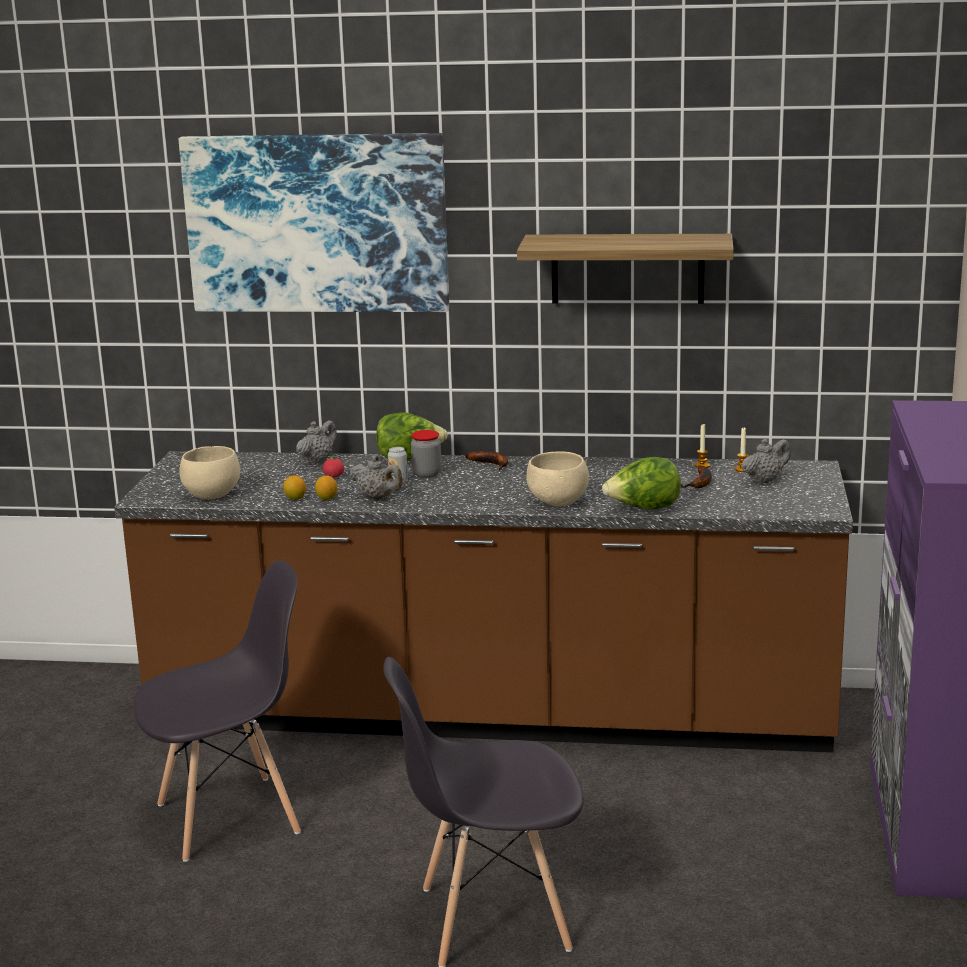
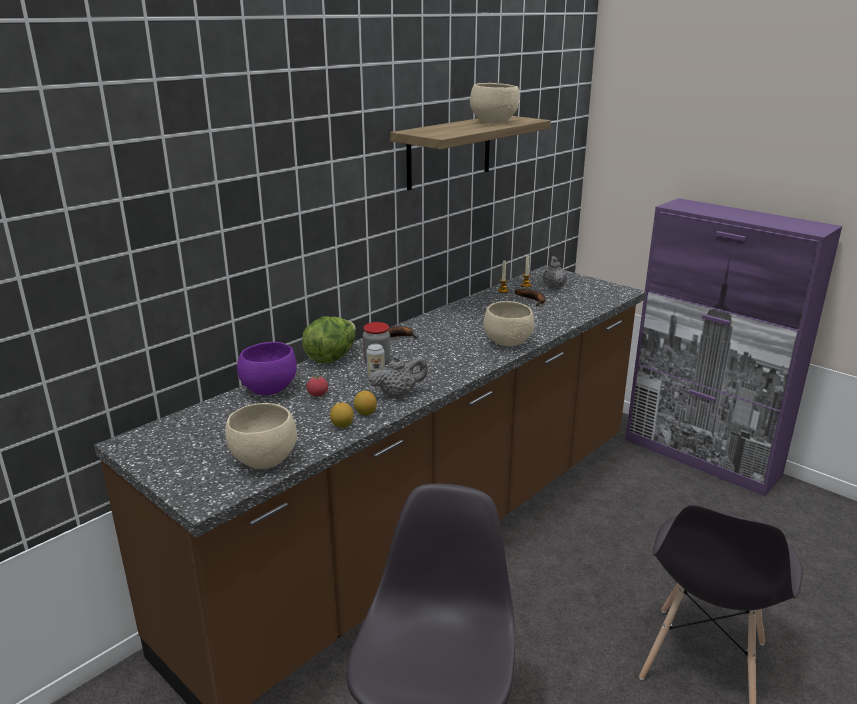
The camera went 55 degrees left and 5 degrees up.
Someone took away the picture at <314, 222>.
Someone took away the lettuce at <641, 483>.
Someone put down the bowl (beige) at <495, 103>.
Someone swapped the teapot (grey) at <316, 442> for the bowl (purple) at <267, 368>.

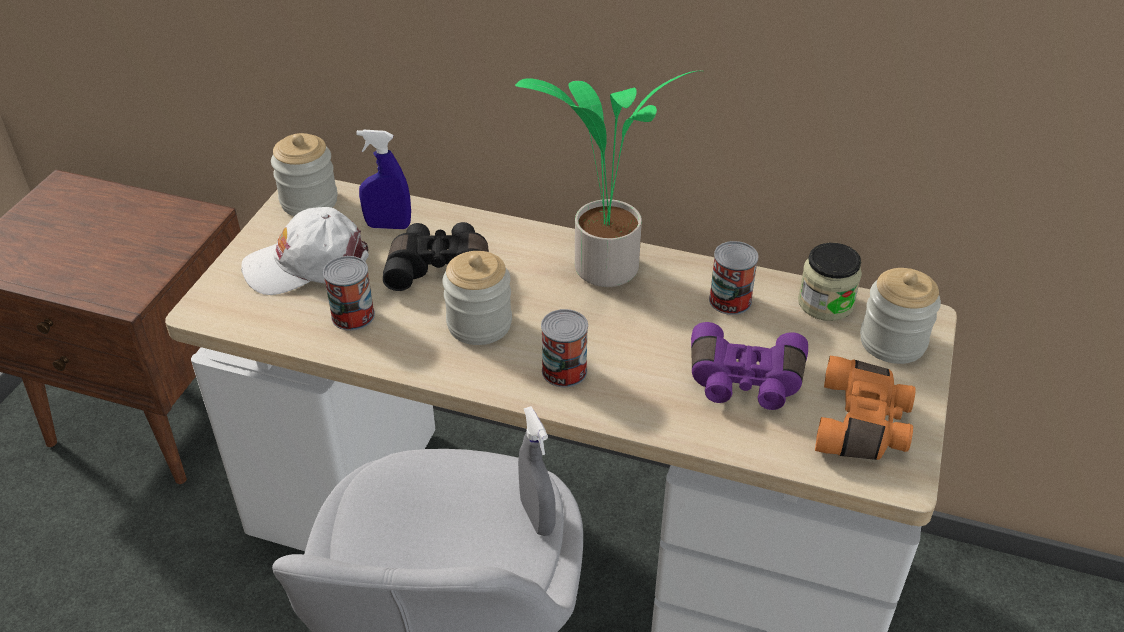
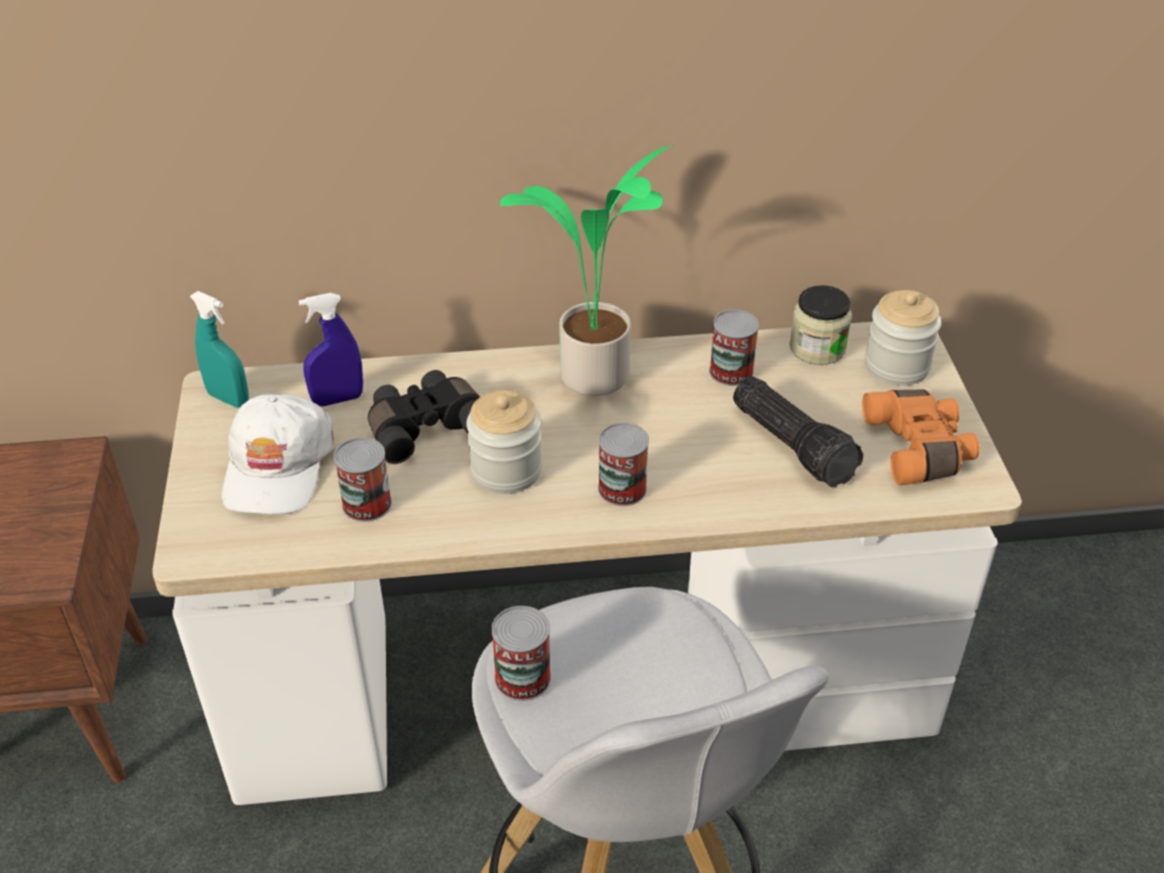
The camera went 25 degrees left and 0 degrees up.
Someone took away the spray bottle (grey) at <537, 471>.
Someone put down the can at <521, 653>.
Someone swapped the jar at <304, 174> for the spray bottle (turquoise) at <219, 349>.
Someone swapped the binoculars (purple) at <749, 366> for the flashlight at <798, 432>.
Someone rotated the cap (white) at <305, 251> by 45 degrees counterclockwise.

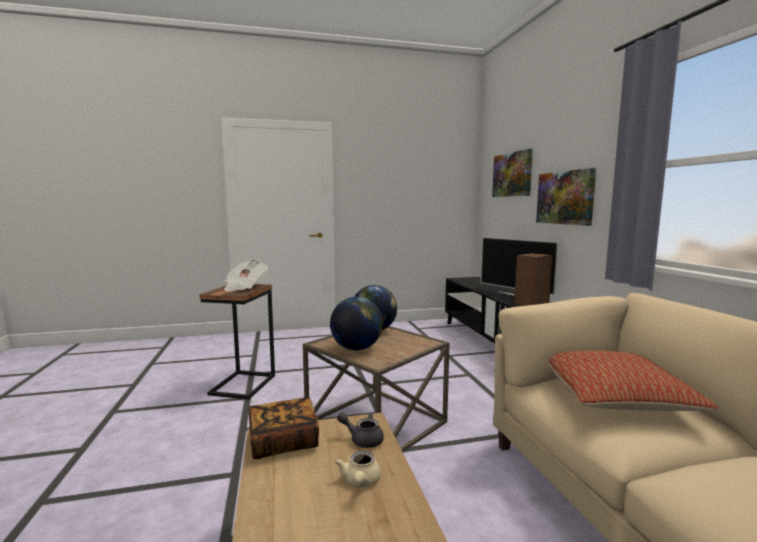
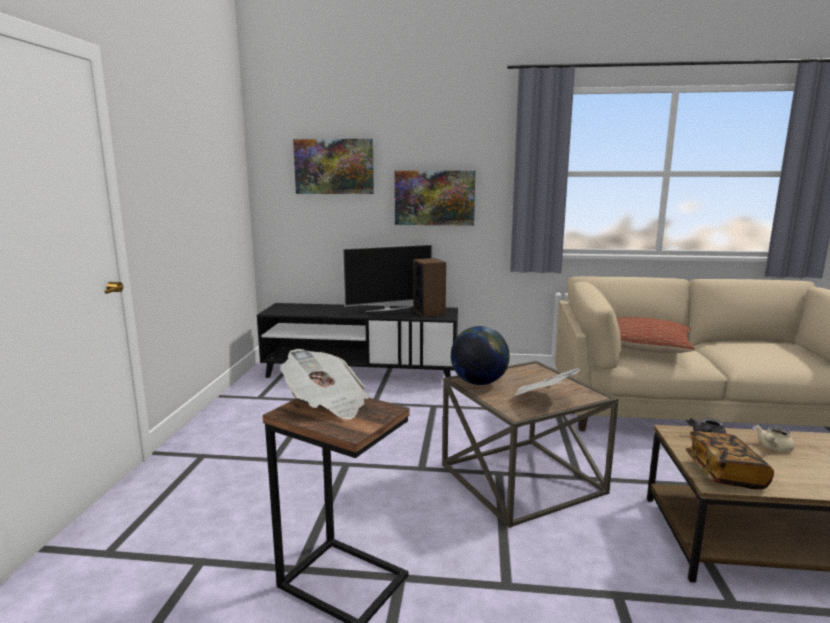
The camera went 70 degrees left and 5 degrees up.
Someone swapped the globe at <356, 323> for the newspaper at <546, 382>.
Someone rotated the teapot (beige) at <358, 468> by 120 degrees clockwise.

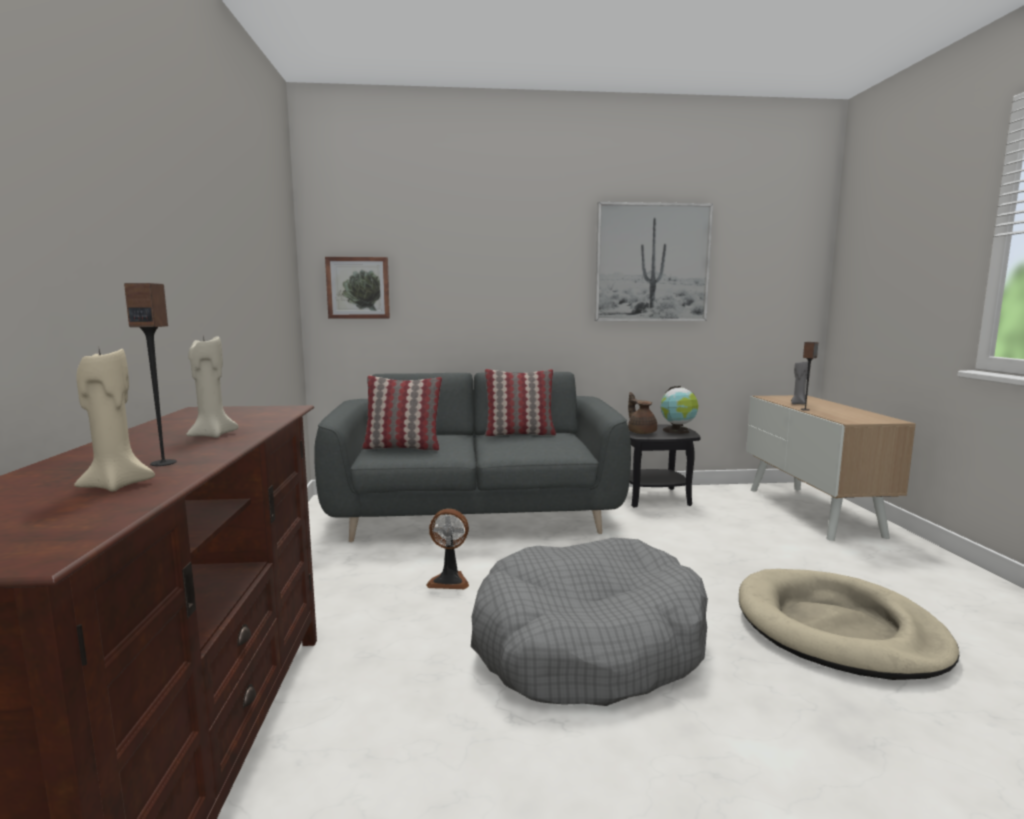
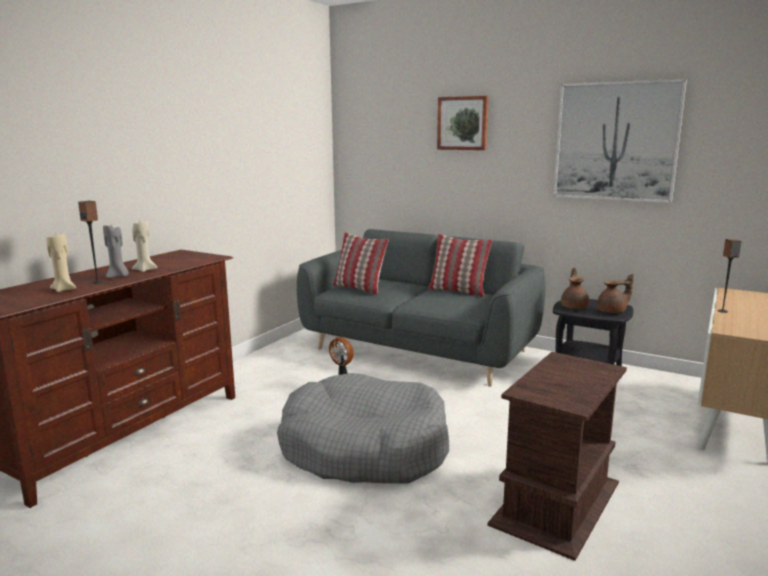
The camera went 35 degrees right and 5 degrees up.
Someone carried the picture from <357, 287> to <463, 123>.
Someone carried the candle (grey) from <799, 383> to <116, 250>.
Someone swapped the globe at <679, 410> for the teapot (brown) at <615, 293>.
Someone swapped the dog bed (beige) at <849, 624> for the side table (brown) at <557, 456>.

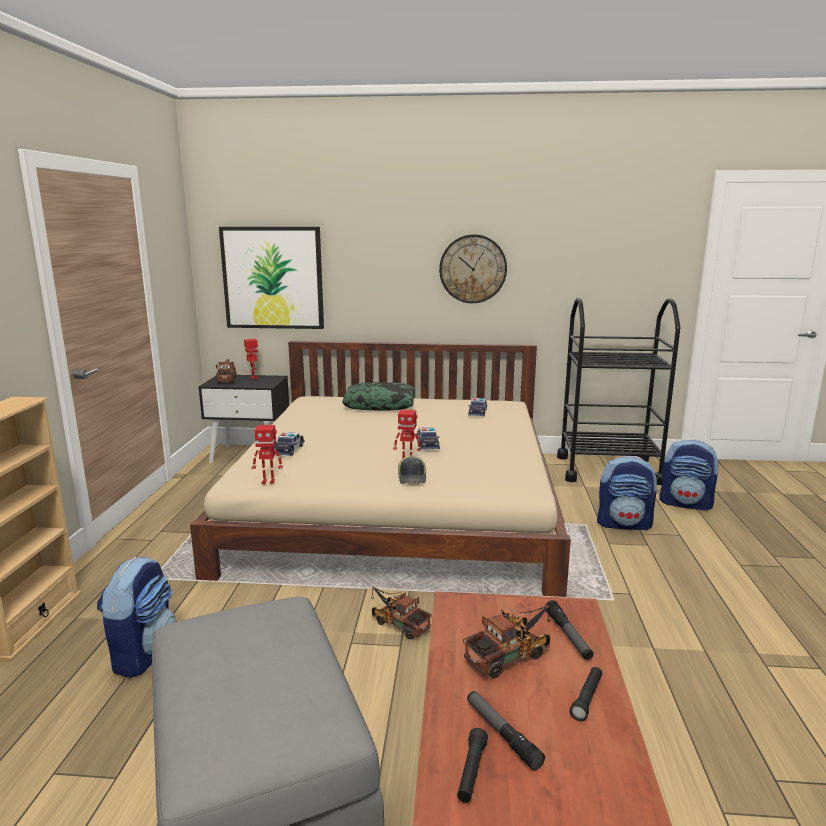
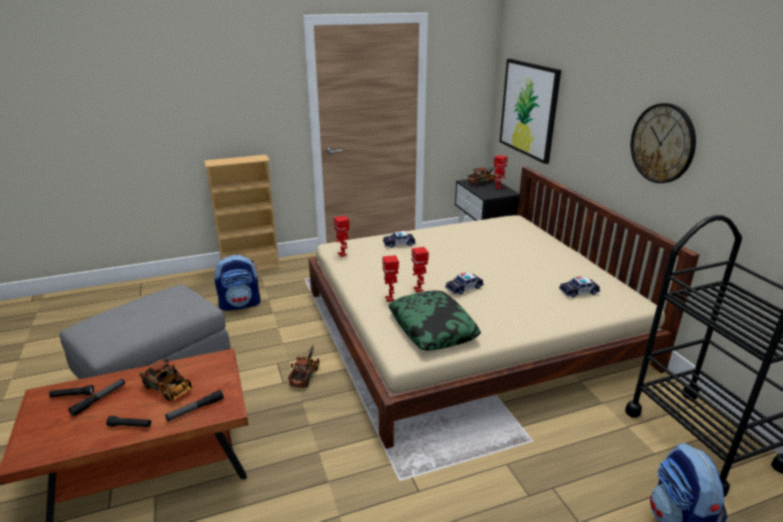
The camera went 65 degrees right and 10 degrees up.
Someone took away the backpack at <627, 493>.
Someone carried the pillow from <378, 396> to <434, 320>.
Someone swapped the cap at <412, 469> for the toy robot at <391, 278>.

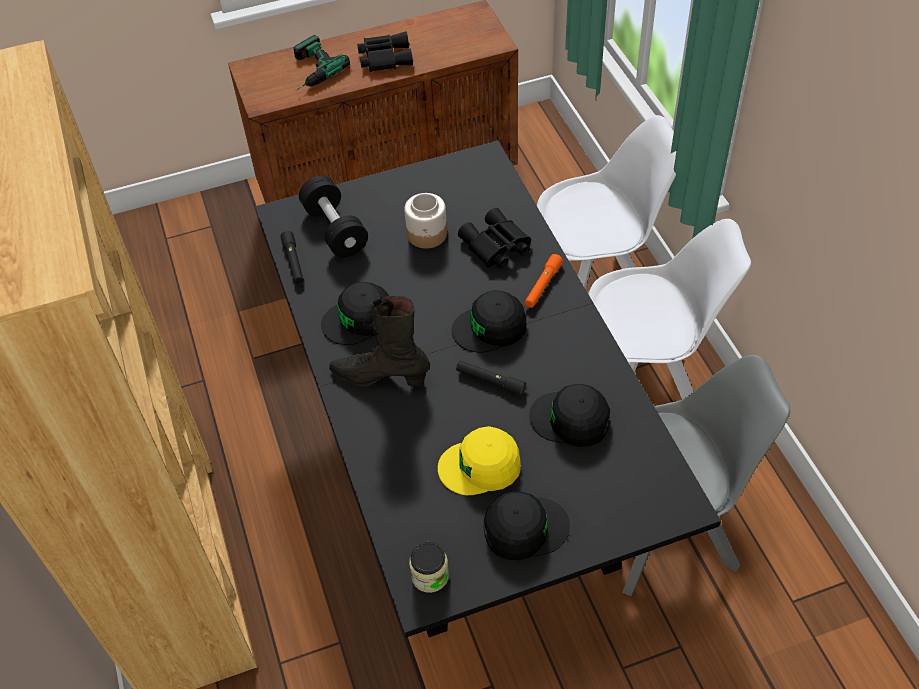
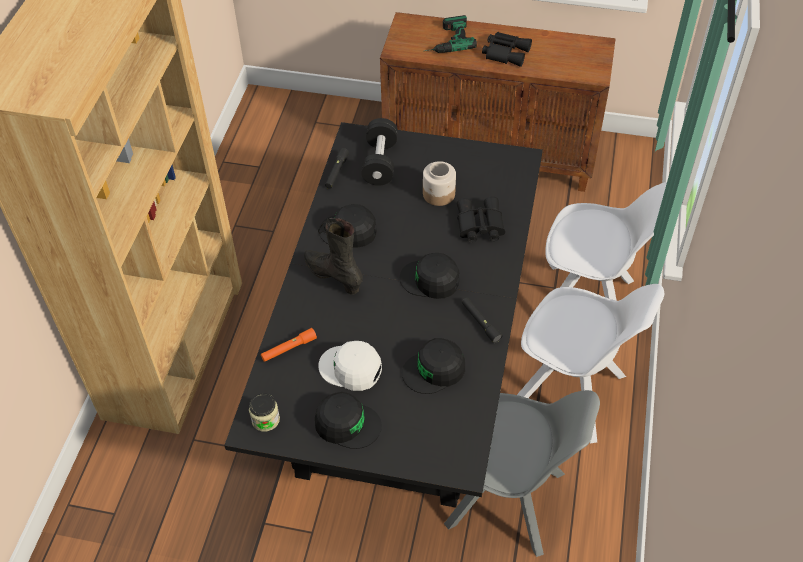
The camera went 30 degrees right and 0 degrees up.
Someone carried the flashlight (black) from <491, 378> to <482, 320>.
Someone carried the flashlight (orange) from <544, 281> to <289, 345>.
Someone repainted the cap (yellow) at <479, 460>, which became the cap (white) at <350, 366>.
Someone rotated the cap (black) at <569, 415> by 75 degrees counterclockwise.

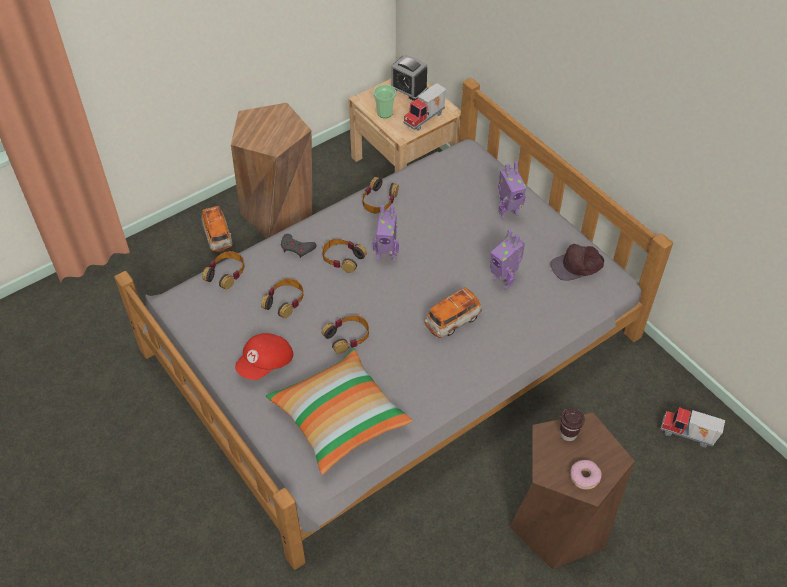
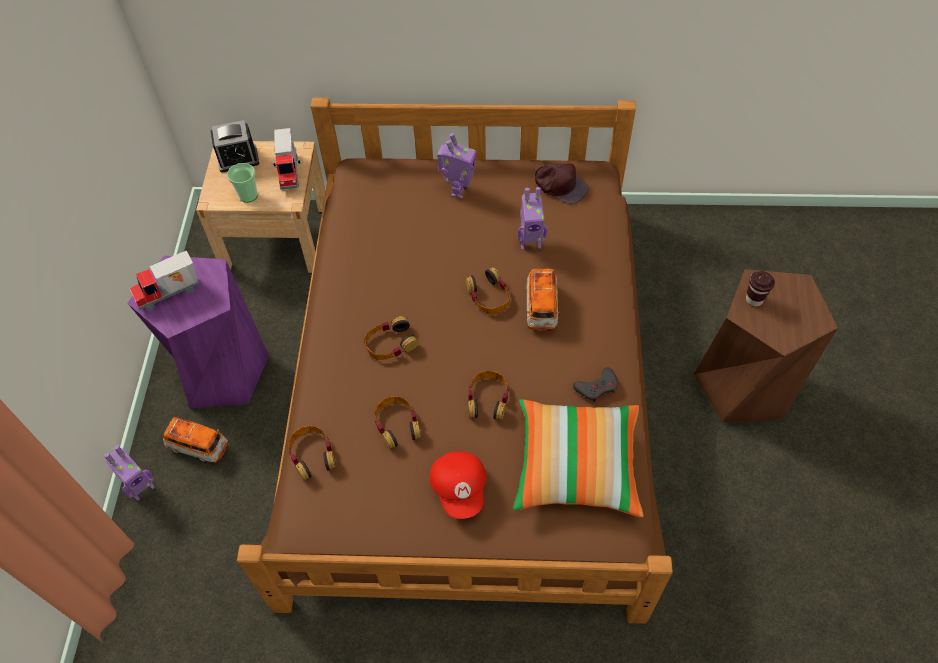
The camera went 50 degrees left and 5 degrees up.
Someone took away the donut at <586, 475>.
Someone carried the game controller (grey) from <298, 246> to <595, 384>.
Someone carried the headphones from <380, 195> to <487, 291>.
Someone carried the toy robot from <386, 233> to <129, 473>.
Someone carried the toy truck from <692, 427> to <164, 280>.
Someone repainted the bed (grey) at <393, 324>, which became the bed (brown) at <455, 361>.
Someone repainted the stool (brown) at <271, 170>, which became the stool (purple) at <198, 332>.
Someone rotated the cap (brown) at <577, 262> by 75 degrees counterclockwise.

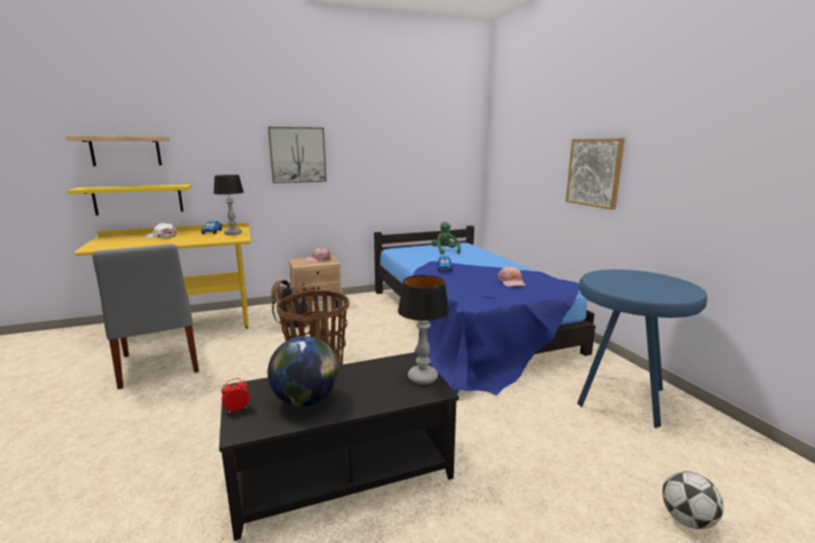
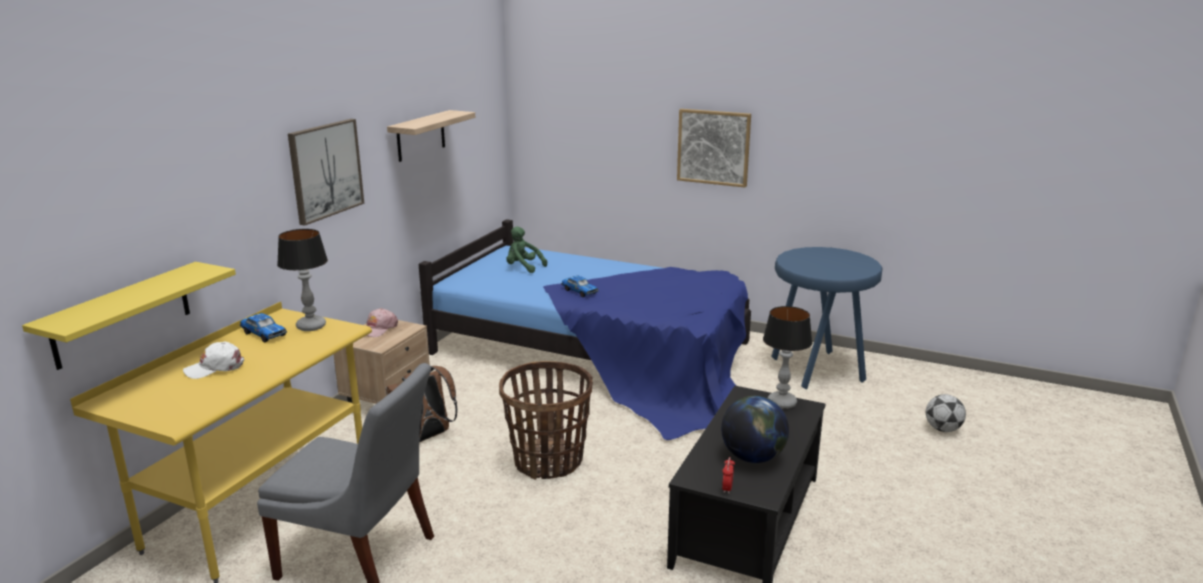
The camera went 45 degrees left and 5 degrees up.
Someone took away the cap (pink) at <512, 276>.
Someone carried the shelf from <118, 151> to <431, 136>.

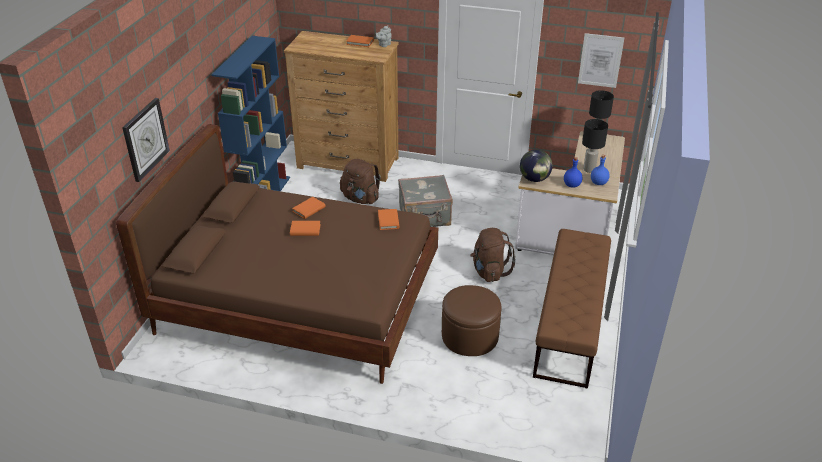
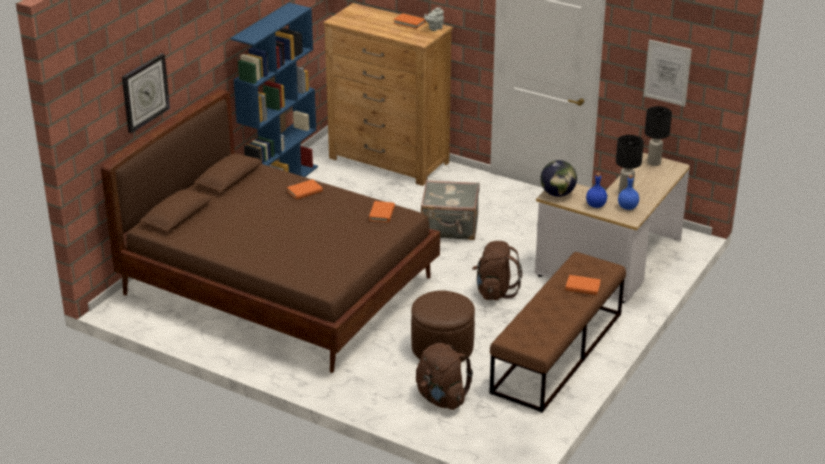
The camera went 15 degrees right and 5 degrees down.
Someone carried the book (orange) from <305, 228> to <583, 285>.
Someone carried the backpack (brown) from <360, 181> to <444, 376>.

